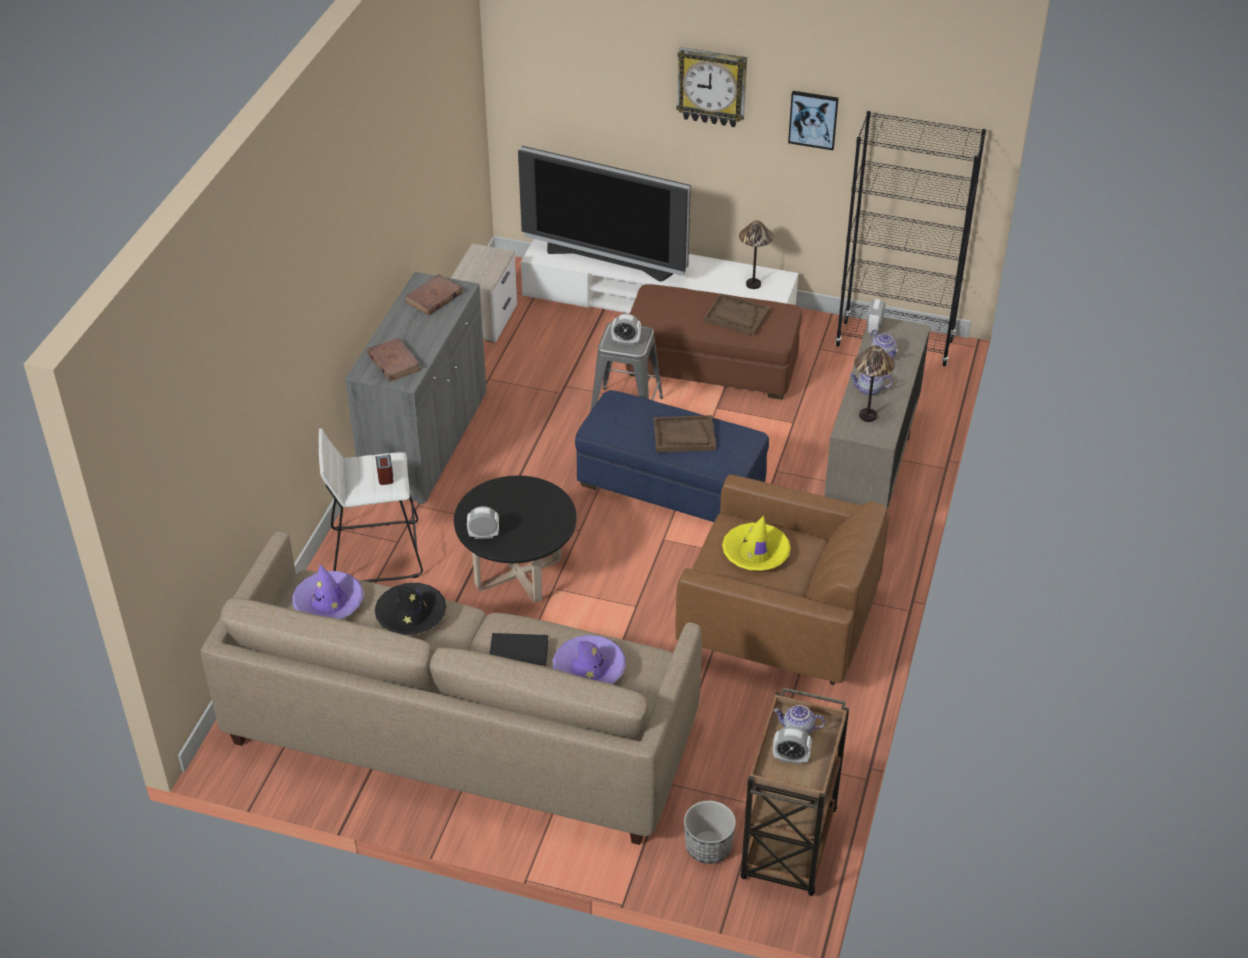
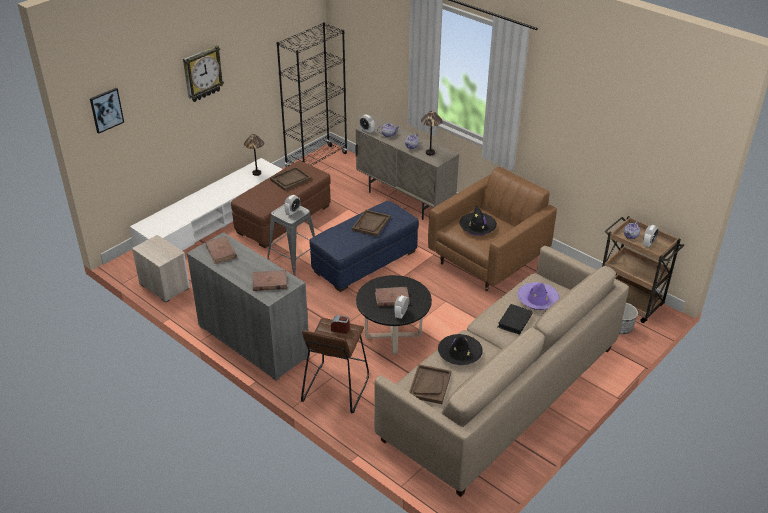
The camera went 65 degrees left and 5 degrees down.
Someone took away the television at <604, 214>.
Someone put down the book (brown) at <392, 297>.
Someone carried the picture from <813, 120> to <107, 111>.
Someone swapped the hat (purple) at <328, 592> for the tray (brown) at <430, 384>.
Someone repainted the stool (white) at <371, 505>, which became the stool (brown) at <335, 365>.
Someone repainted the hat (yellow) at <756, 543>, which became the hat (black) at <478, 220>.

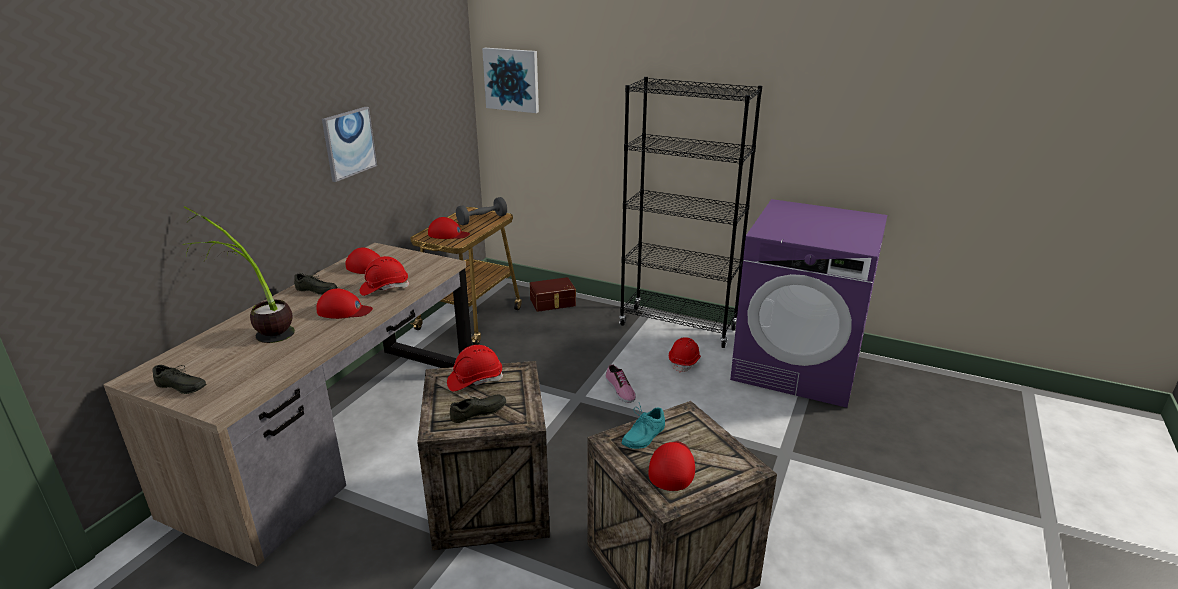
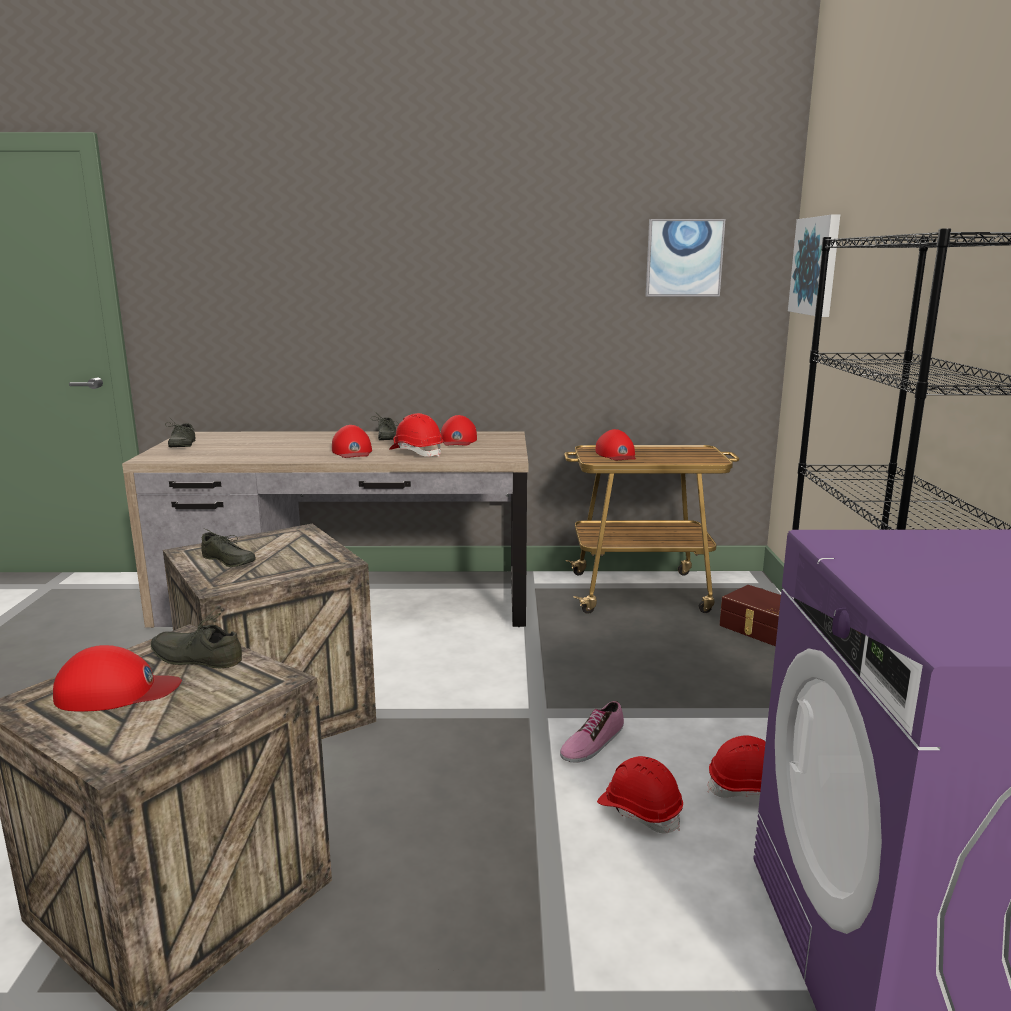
The camera went 65 degrees right and 10 degrees down.
Someone took away the potted plant at <238, 274>.
Someone took away the dumbbell (grey) at <481, 211>.
Someone carried the picture from <349, 144> to <685, 258>.
Someone carried the hard hat (red) from <475, 368> to <640, 795>.
Someone repainted the shoe (turquoise) at <643, 426>, which became the shoe (grey) at <196, 637>.

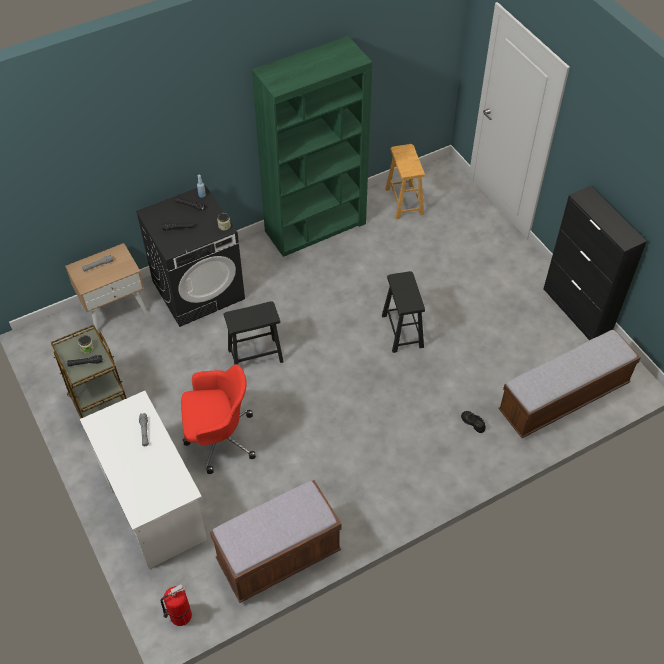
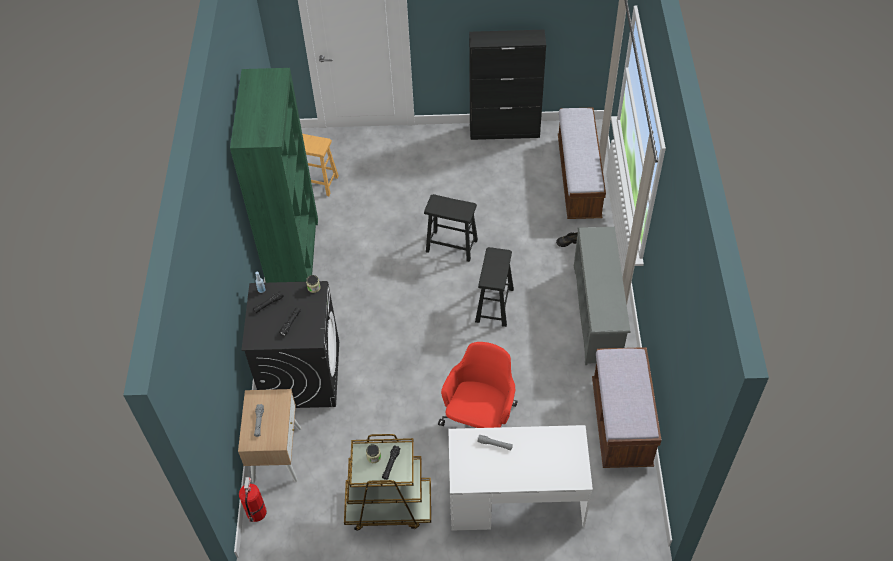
The camera went 60 degrees left and 0 degrees up.
Someone put down the shoe rack (grey) at <602, 296>.
Someone carried the fire extinguisher from <176, 605> to <253, 499>.
Someone carried the stool (black) from <254, 333> to <494, 287>.

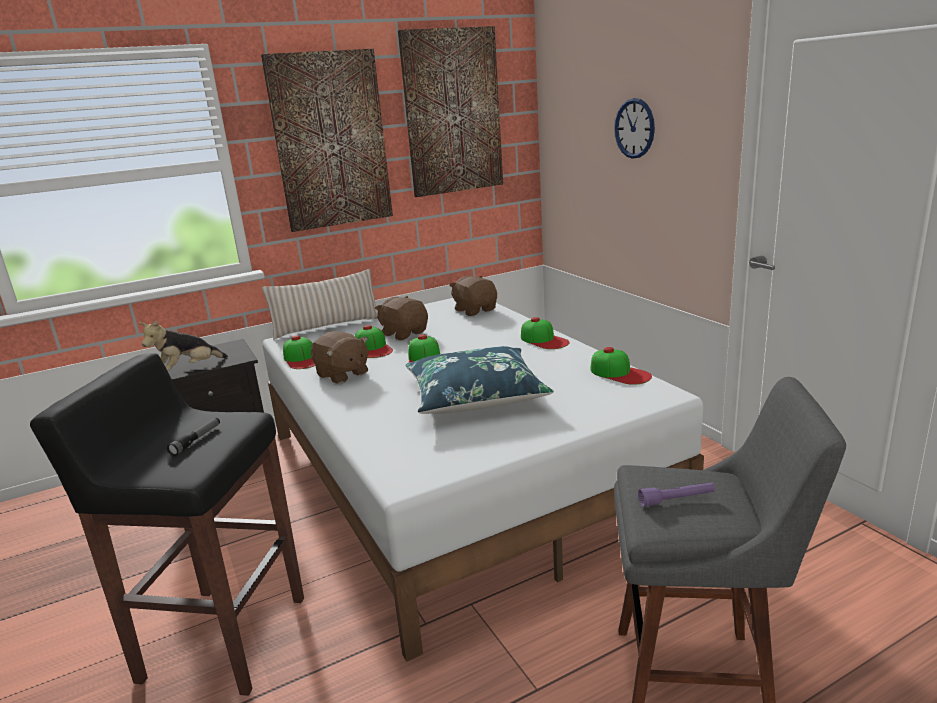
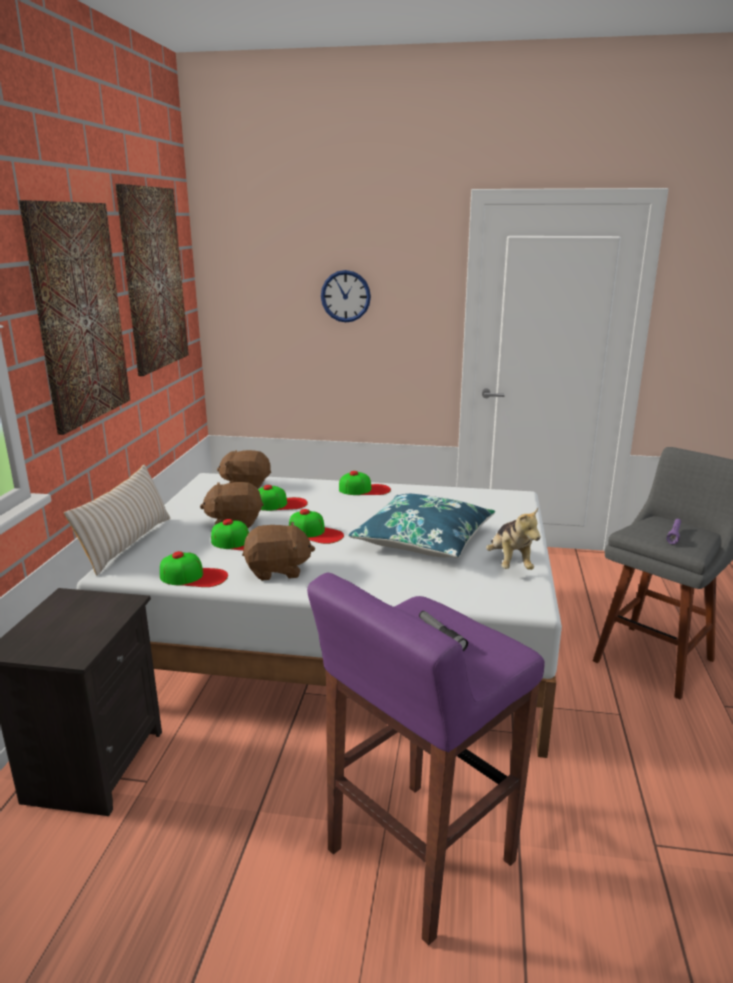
The camera went 55 degrees left and 0 degrees up.
Someone carried the plush toy from <183, 346> to <513, 539>.
Someone carried the cap from <621, 366> to <283, 498>.
Someone repainted the stool (black) at <167, 524>, which became the stool (purple) at <426, 758>.

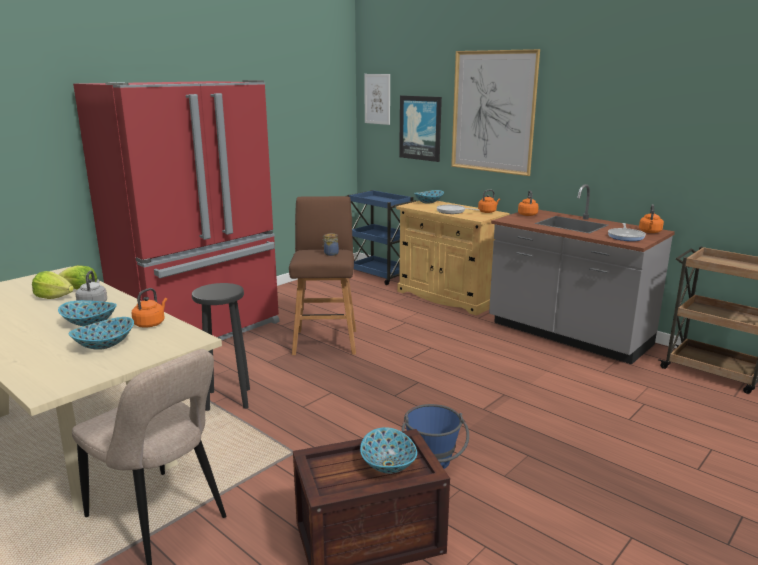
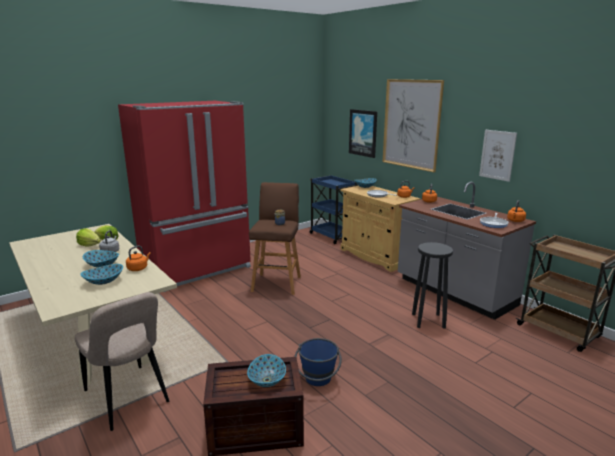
The camera went 10 degrees right and 0 degrees up.
Someone carried the stool (black) from <221, 347> to <432, 285>.
Someone carried the picture from <377, 99> to <498, 156>.

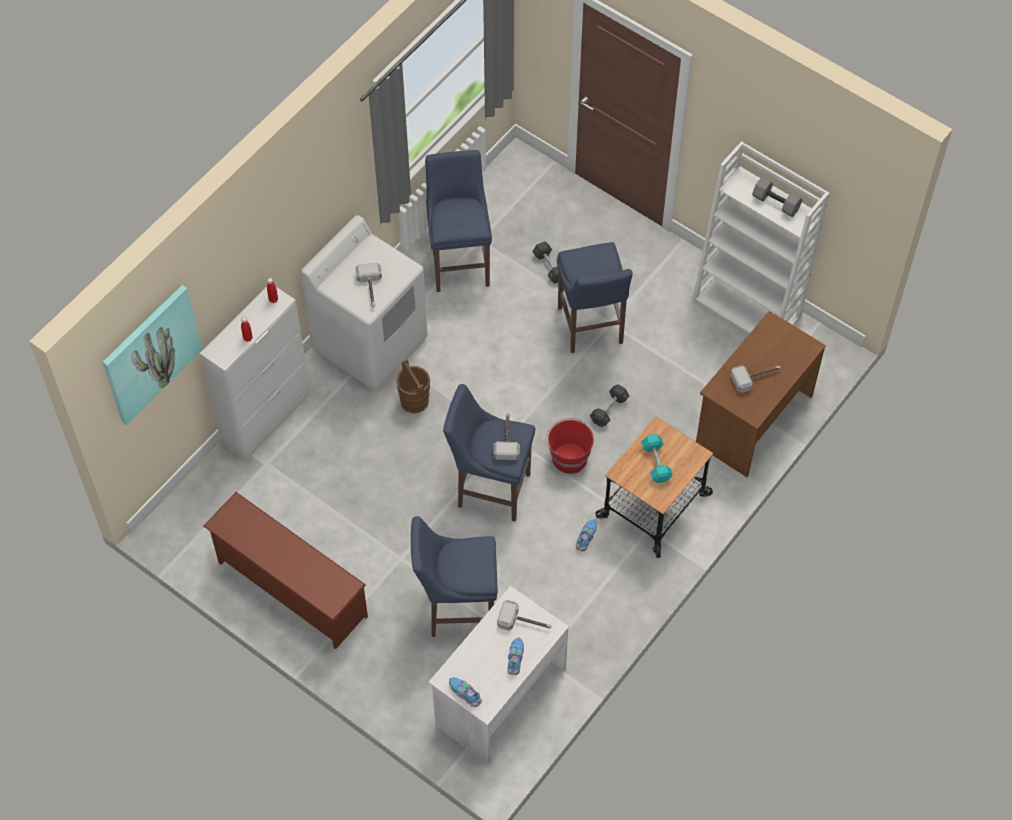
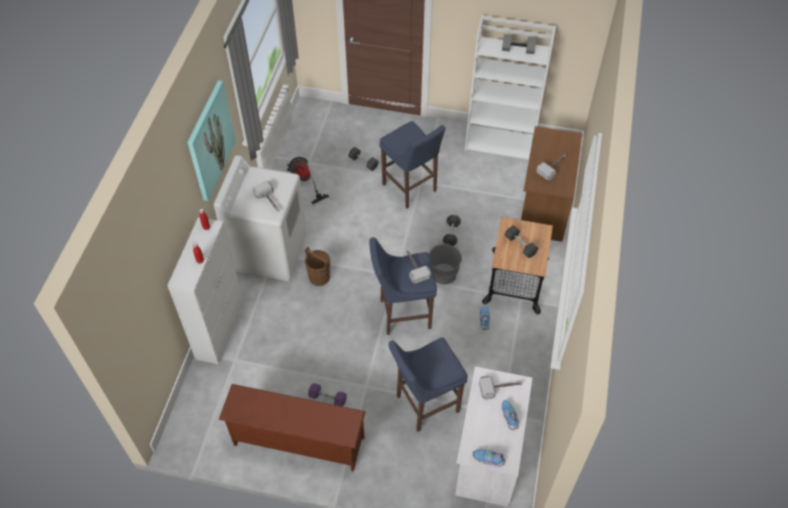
The camera went 25 degrees left and 5 degrees down.
Someone put down the dumbbell (purple) at <327, 395>.
Someone carried the picture from <152, 355> to <211, 140>.
Someone swapped the stool (blue) at <458, 221> for the vacuum cleaner at <308, 180>.
Someone repainted the bucket (red) at <570, 446>, which became the bucket (grey) at <445, 263>.
Someone repainted the dumbbell (turquoise) at <657, 458>, which became the dumbbell (grey) at <521, 242>.

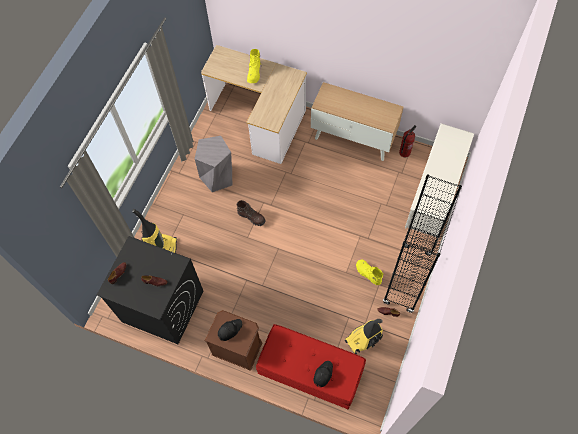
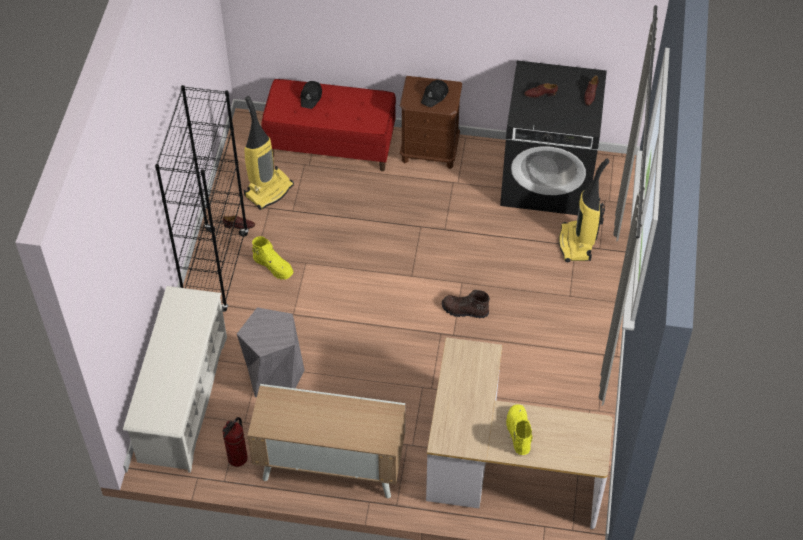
The camera went 165 degrees right and 10 degrees down.
Someone carried the stool (grey) from <213, 164> to <270, 352>.

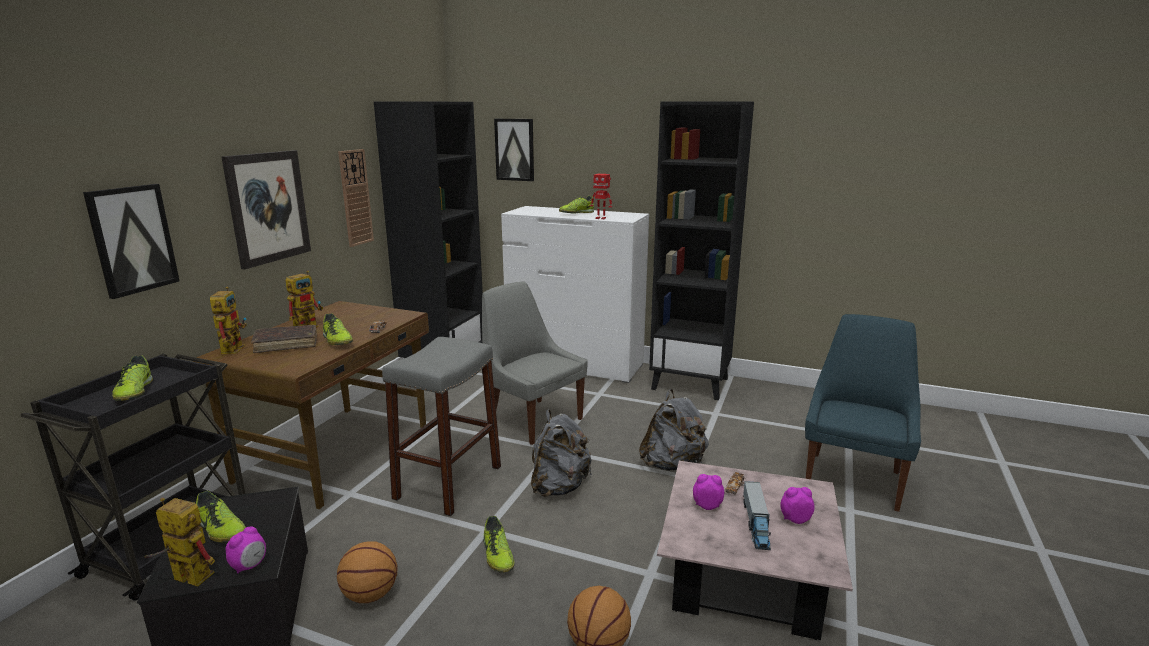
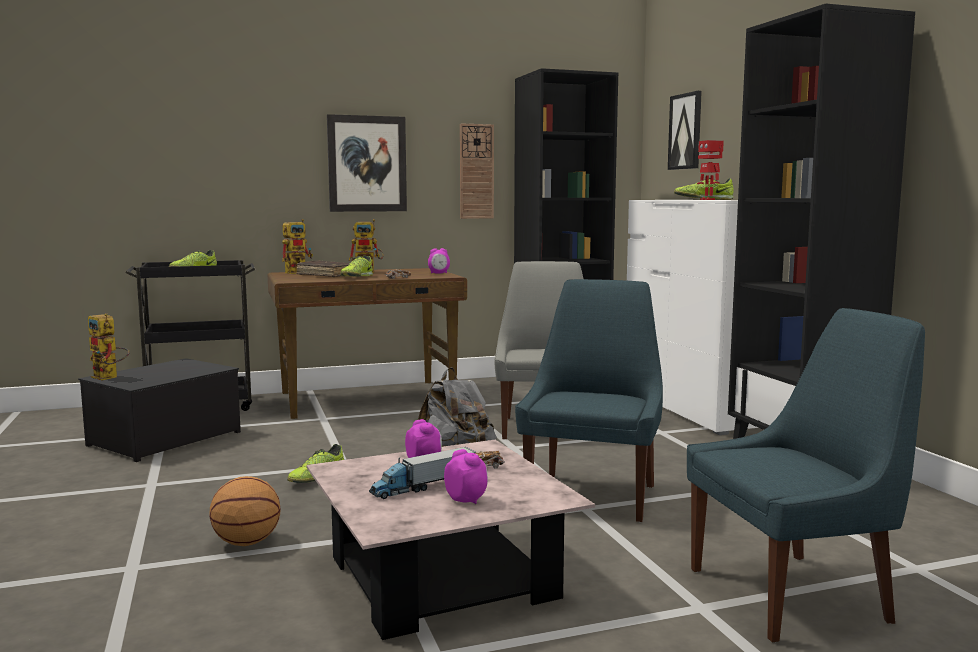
The camera went 50 degrees right and 10 degrees down.
Someone took away the picture at <131, 241>.
Someone took away the shoe at <221, 516>.
Someone took away the basketball at <367, 572>.
Someone took away the stool (grey) at <441, 426>.
Someone carried the alarm clock from <246, 550> to <439, 261>.
Someone swapped the backpack (grey) at <674, 430> for the chair (blue) at <589, 400>.
Someone rotated the toy robot at <179, 542> by 150 degrees clockwise.

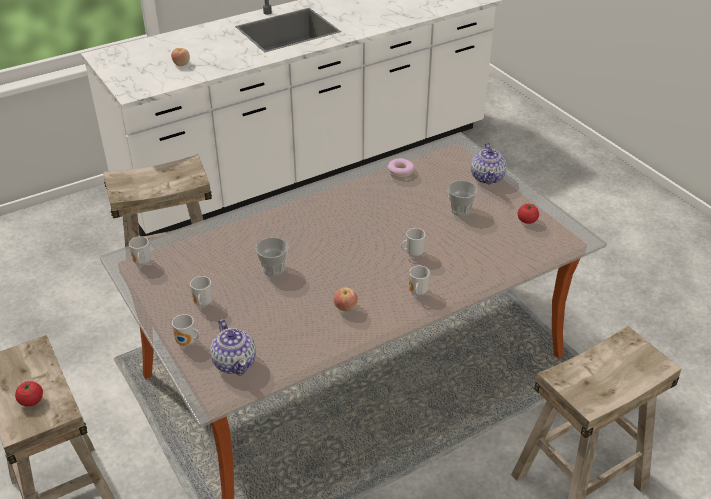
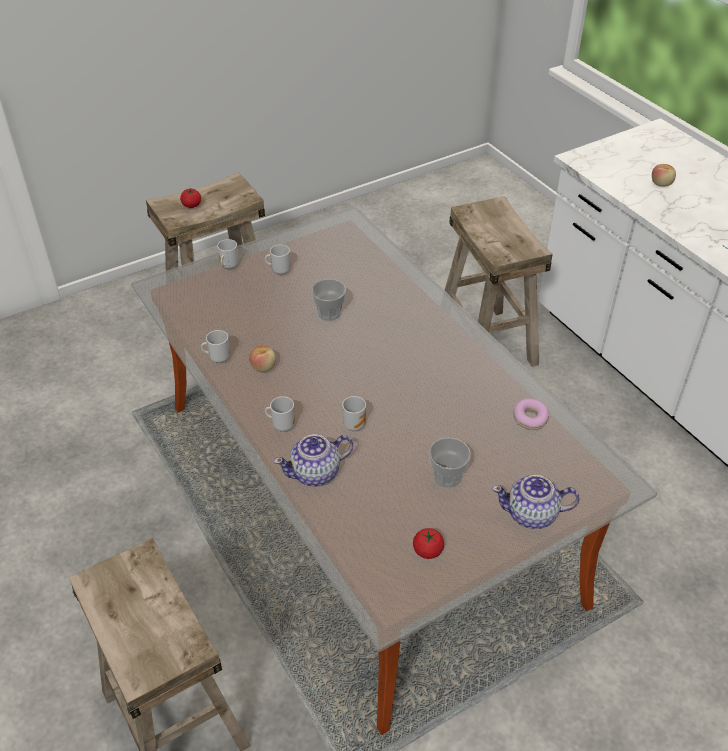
The camera went 90 degrees right and 5 degrees up.
Someone carried the mug from <140, 250> to <215, 346>.
Someone carried the teapot from <233, 347> to <313, 460>.

